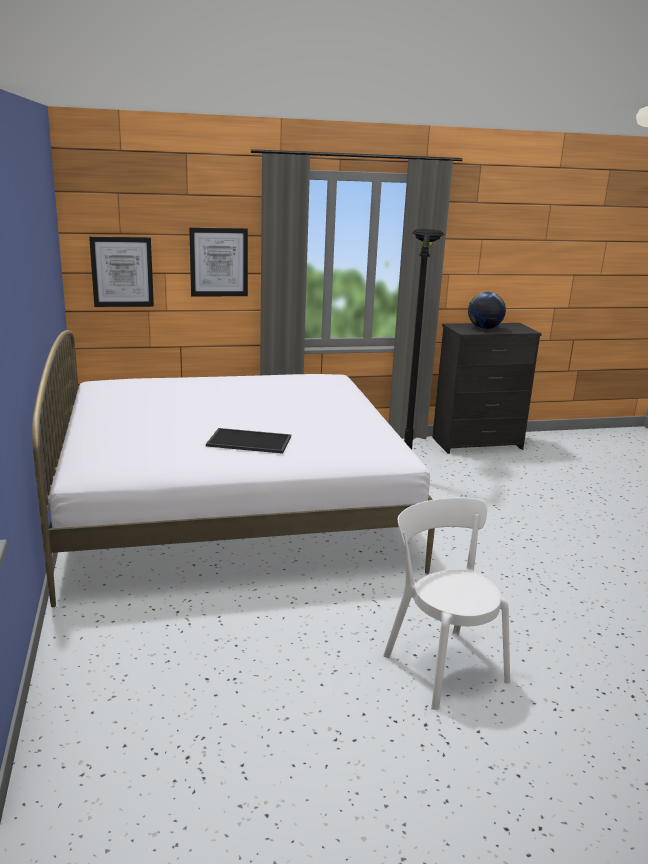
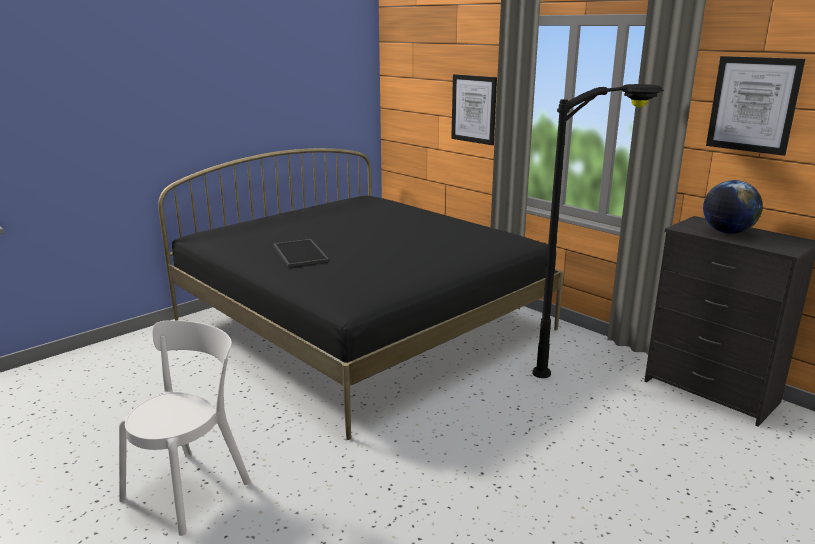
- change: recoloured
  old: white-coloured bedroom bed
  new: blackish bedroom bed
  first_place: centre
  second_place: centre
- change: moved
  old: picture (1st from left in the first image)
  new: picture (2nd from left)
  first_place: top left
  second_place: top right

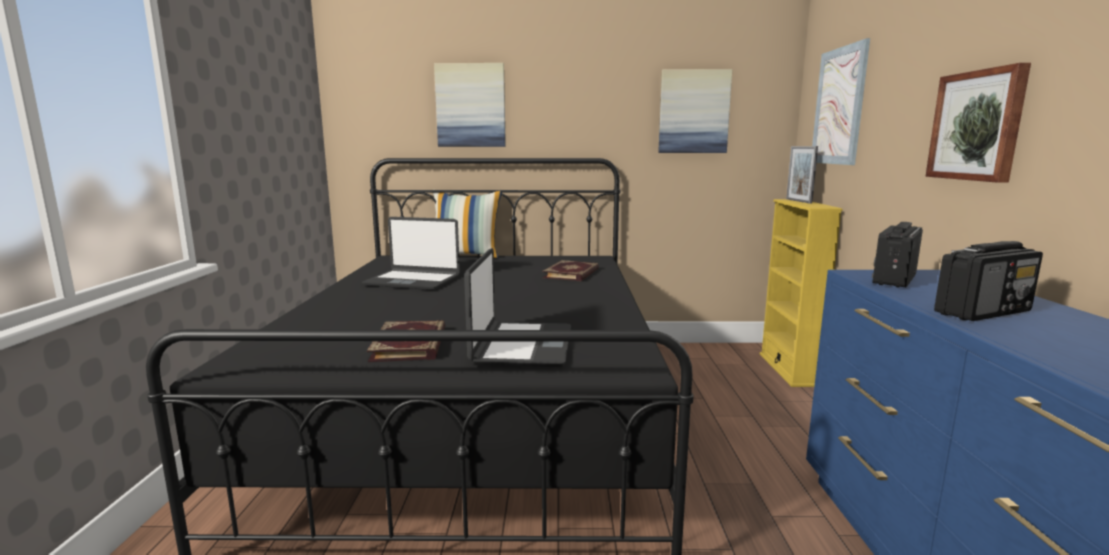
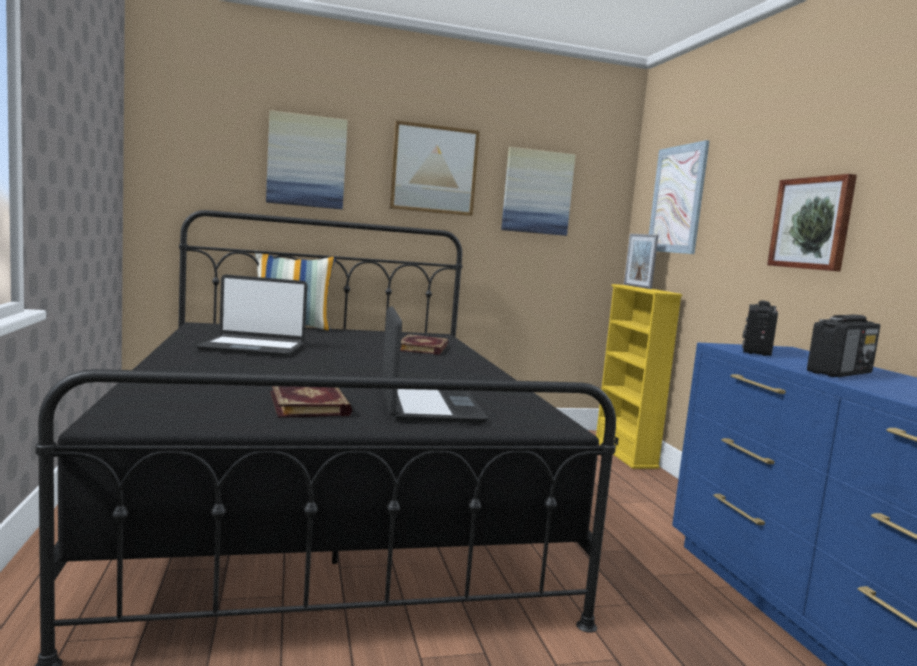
- change: added
  new: picture (2nd from left)
  second_place: top centre

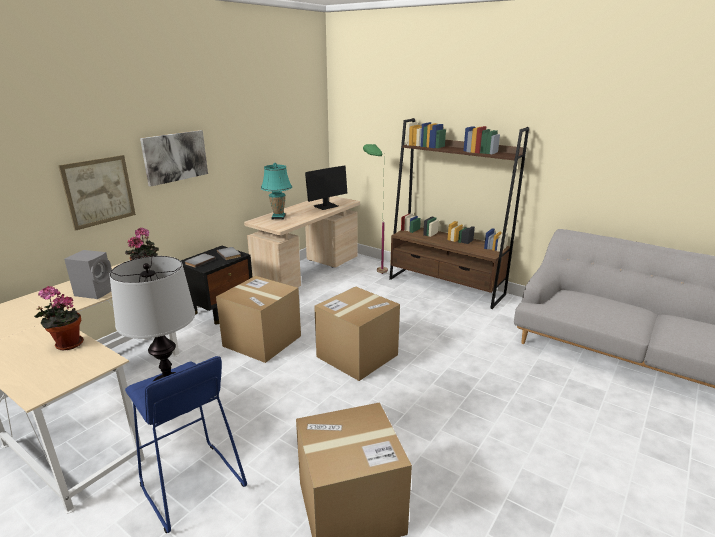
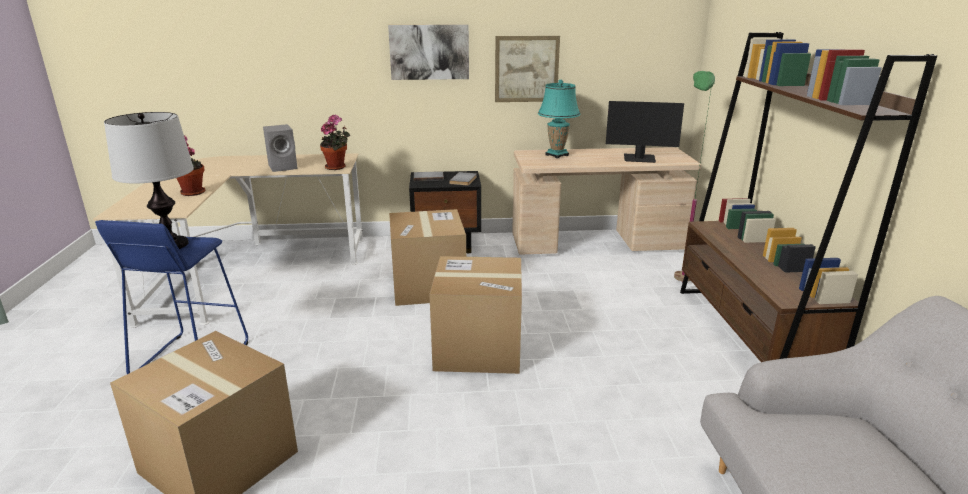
- change: moved
  old: picture (1st from left in the first image)
  new: picture (2nd from left)
  first_place: middle left
  second_place: top centre

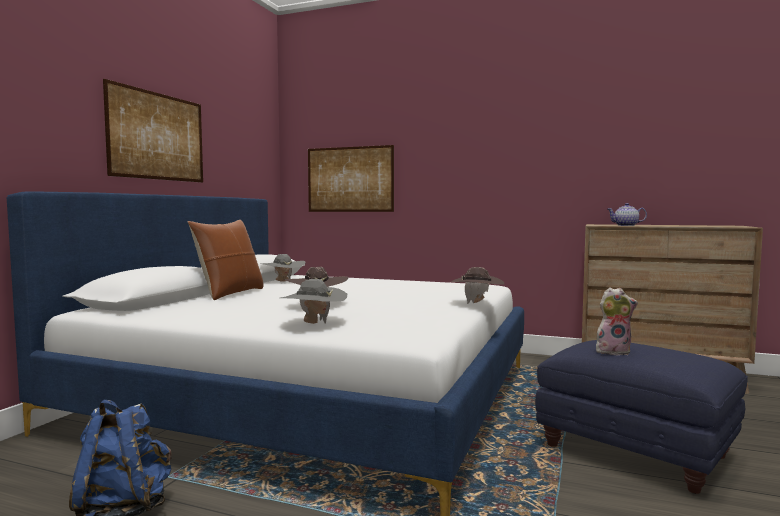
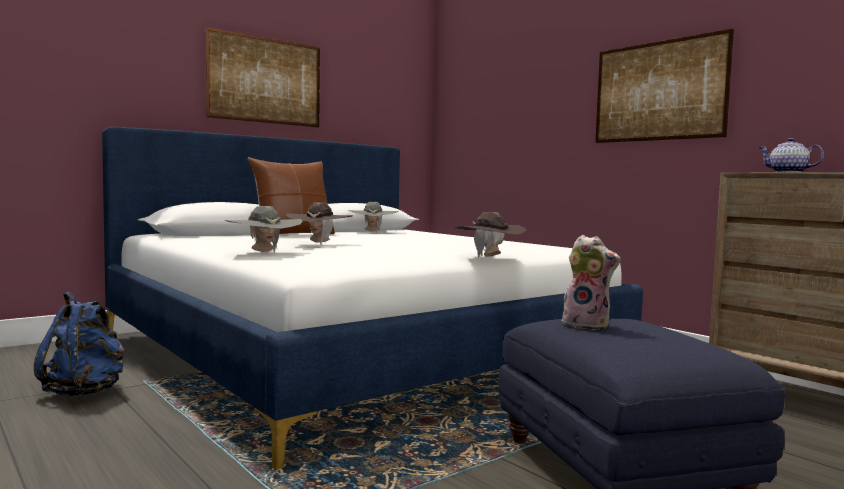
- change: moved
  old: picture (2nd from left)
  first_place: centre
  second_place: top right

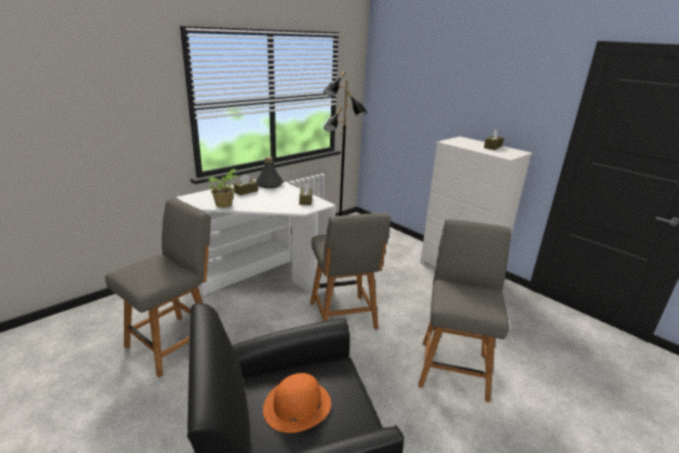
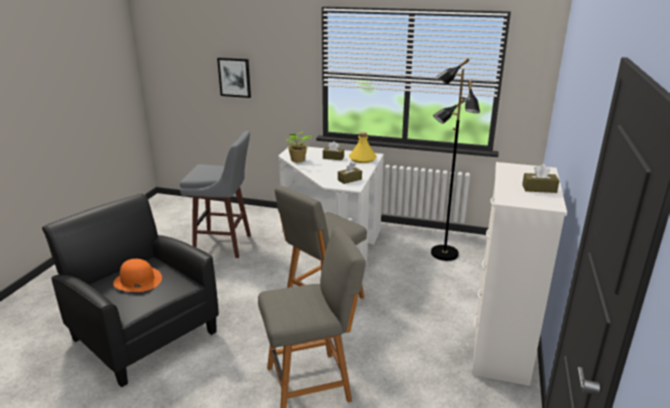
- change: replaced
  old: greyish plain chair (1st from left)
  new: greyish stool seat
  first_place: middle left
  second_place: middle left
- change: recoloured
  old: greyish drink bottle
  new: yellowish drink bottle
  first_place: centre
  second_place: centre
- change: added
  new: picture
  second_place: top centre

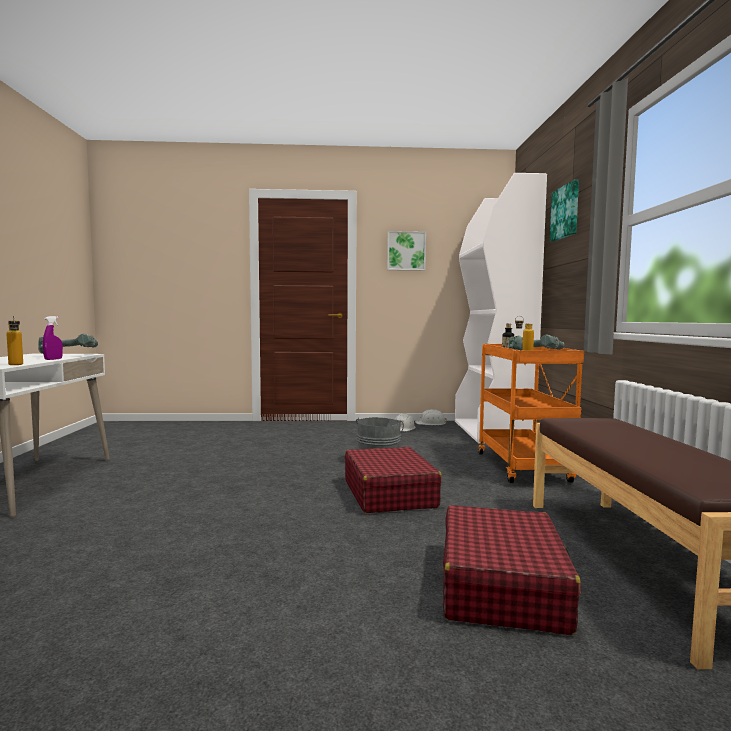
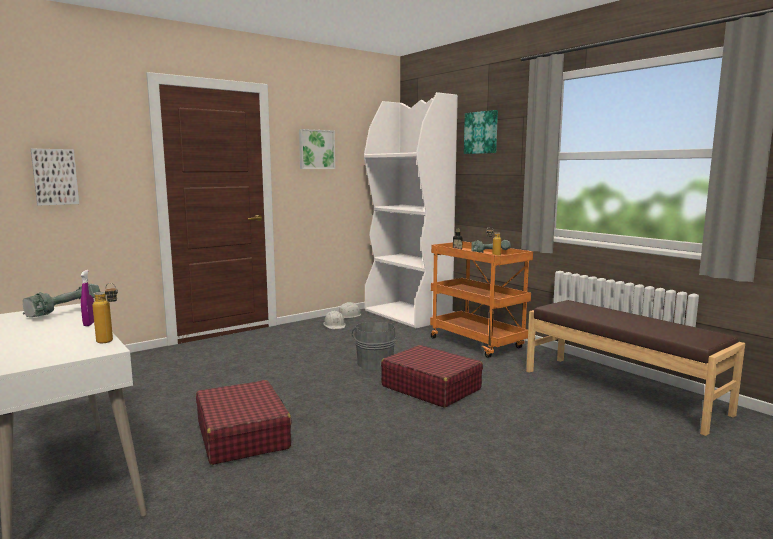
- change: moved
  old: red-coloured travel case (2nd from left in the first image)
  new: red-coloured travel case (1st from left)
  first_place: bottom right
  second_place: bottom left
- change: added
  new: picture (1st from left)
  second_place: top left

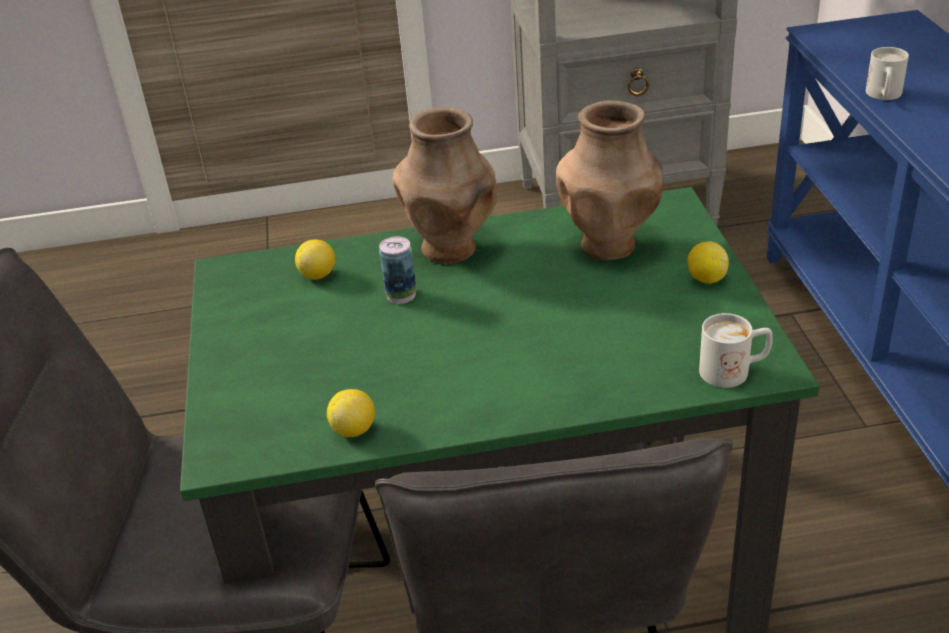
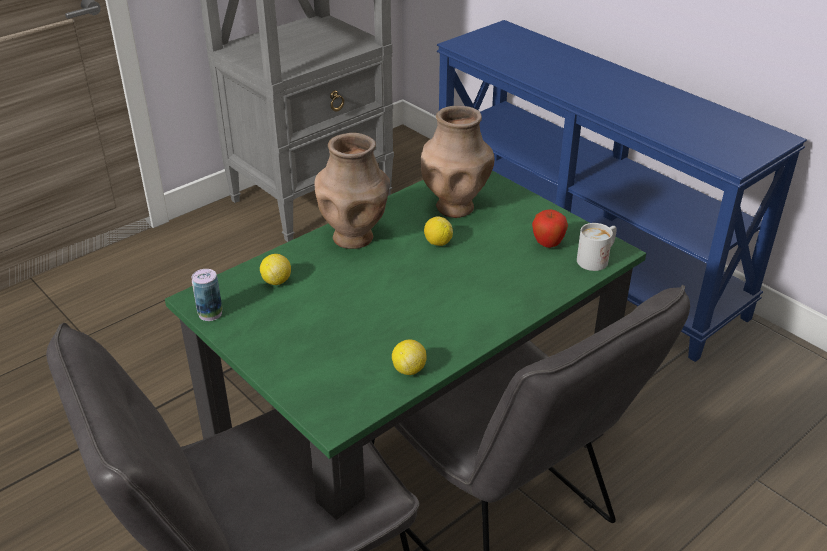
- change: moved
  old: metal can
  first_place: centre
  second_place: middle left
- change: moved
  old: citrus fruit (3rd from left)
  first_place: middle right
  second_place: centre
- change: removed
  old: white-coloured tea mug (2nd from left)
  first_place: top right
- change: added
  new: whole apple
  second_place: centre

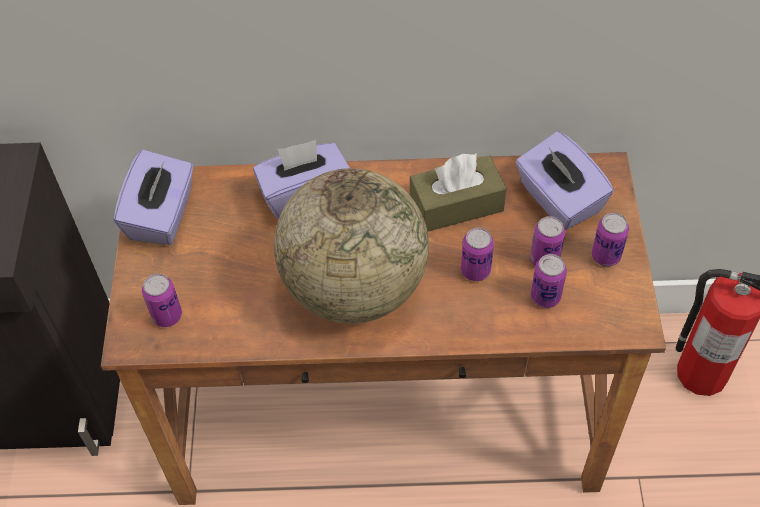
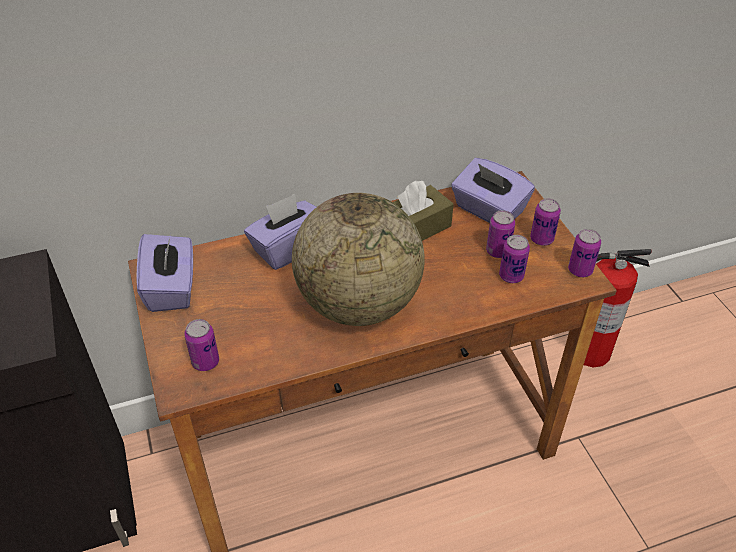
- change: moved
  old: metal can (2nd from left in the first image)
  new: metal can (5th from left)
  first_place: centre
  second_place: middle right

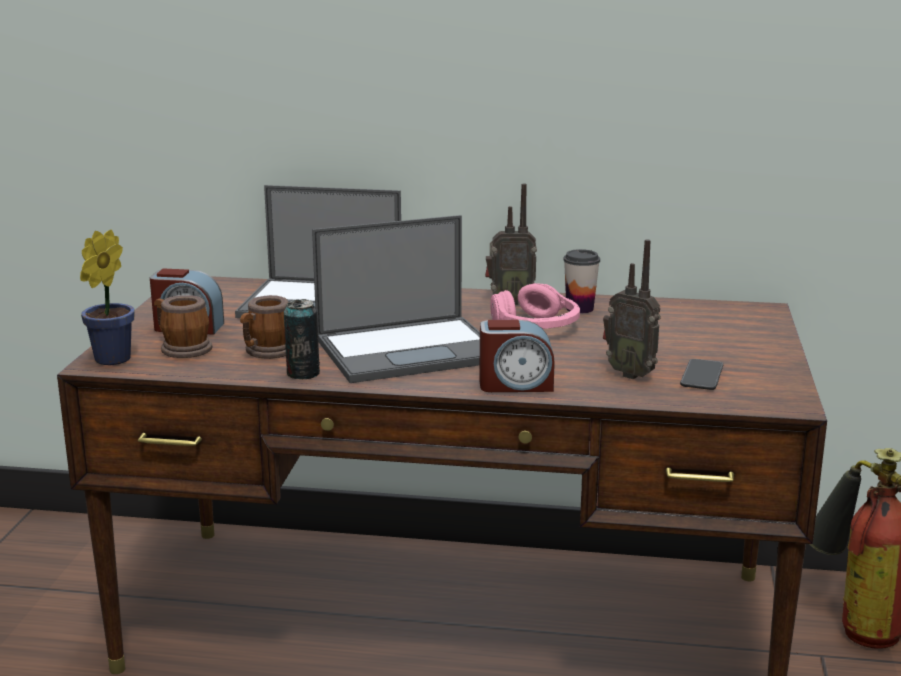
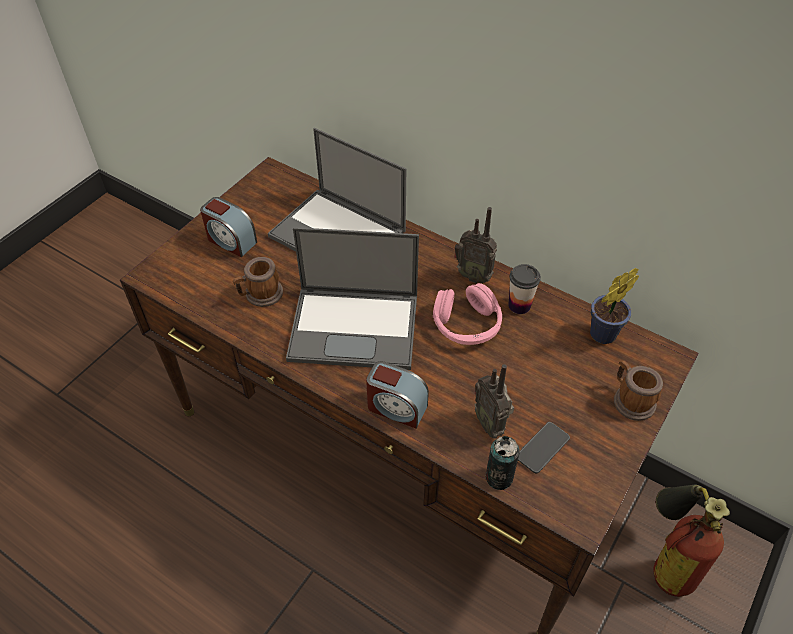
- change: moved
  old: houseplant
  first_place: middle left
  second_place: middle right
- change: moved
  old: tea mug (1st from left in the first image)
  new: tea mug (2nd from left)
  first_place: middle left
  second_place: middle right
- change: moved
  old: metal can
  first_place: centre
  second_place: bottom centre

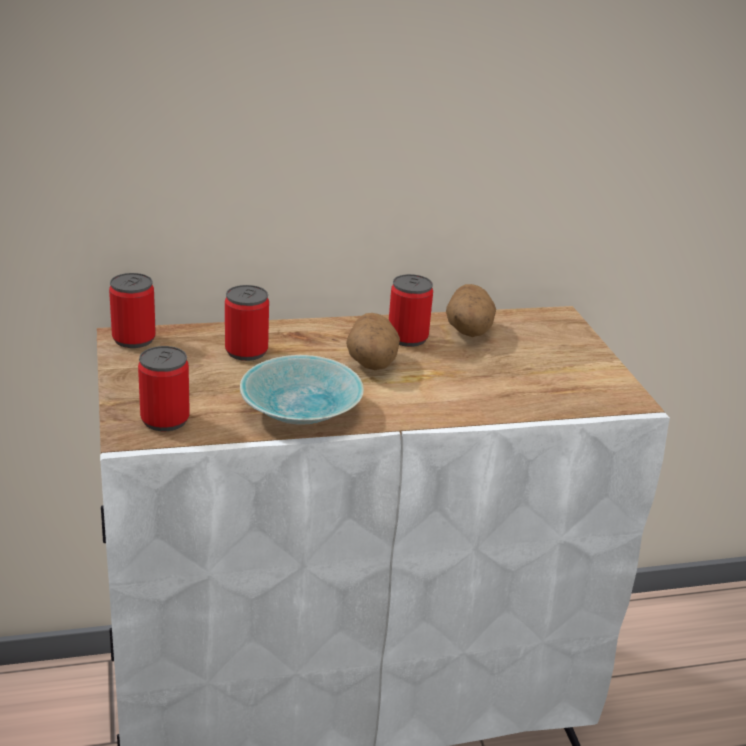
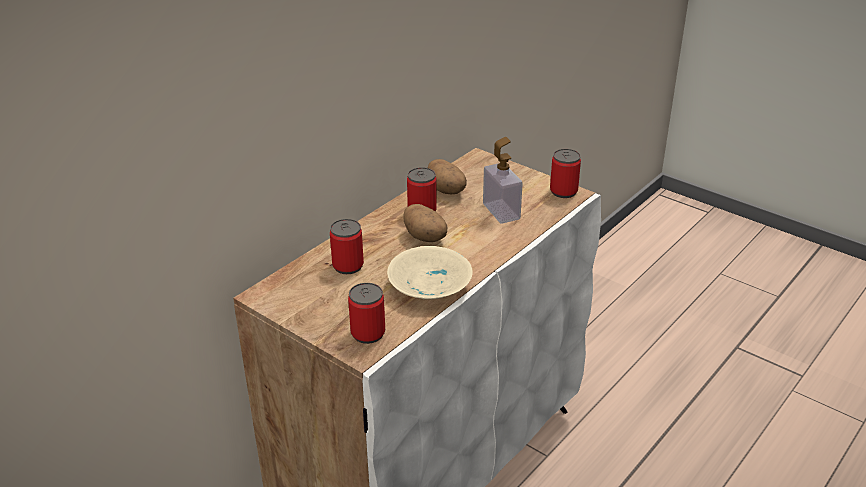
- change: moved
  old: metal can (1st from left in the first image)
  new: metal can (4th from left)
  first_place: middle left
  second_place: centre
- change: recoloured
  old: turquoise-coloured serving bowl
  new: beige-coloured serving bowl
  first_place: centre
  second_place: centre
- change: added
  new: soap dispenser
  second_place: centre

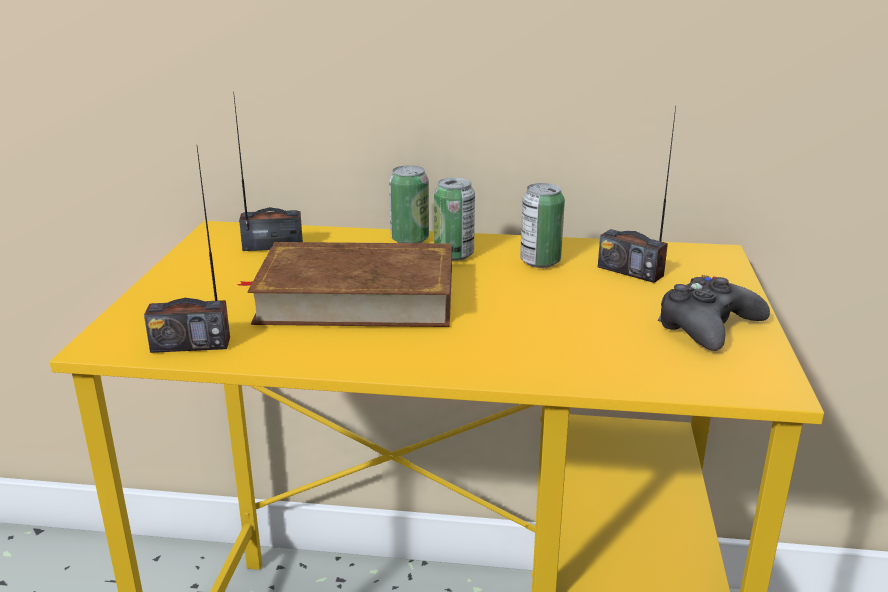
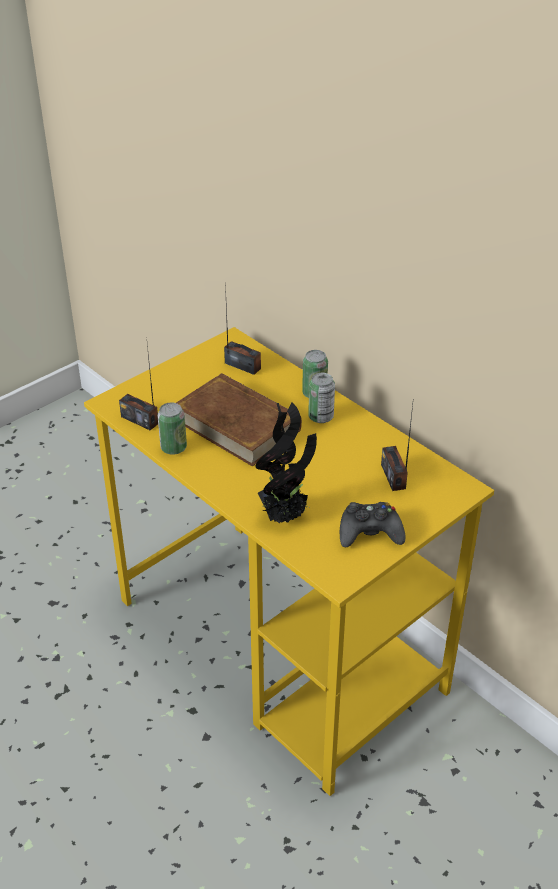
- change: moved
  old: metal can (3rd from left in the first image)
  new: metal can (1st from left)
  first_place: centre
  second_place: middle left
- change: added
  new: houseplant
  second_place: centre

